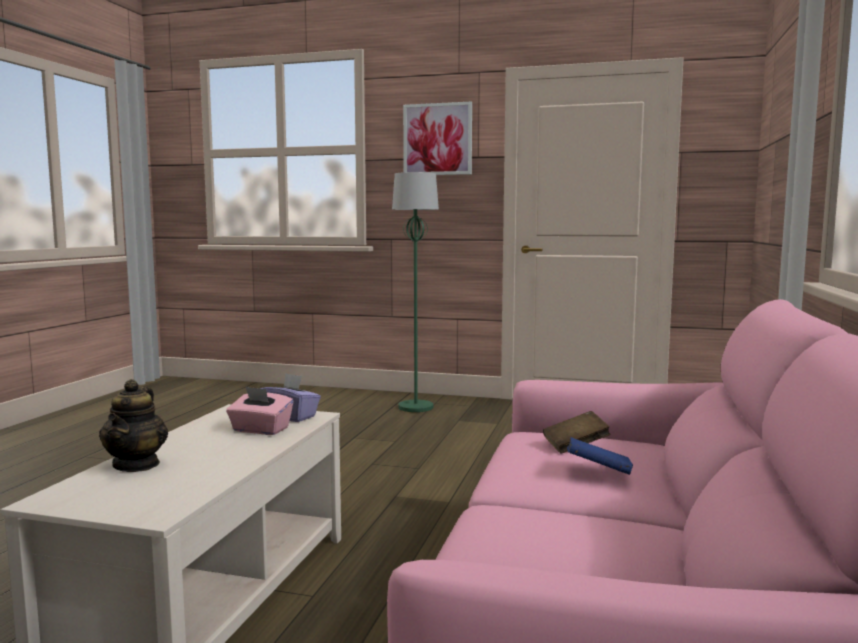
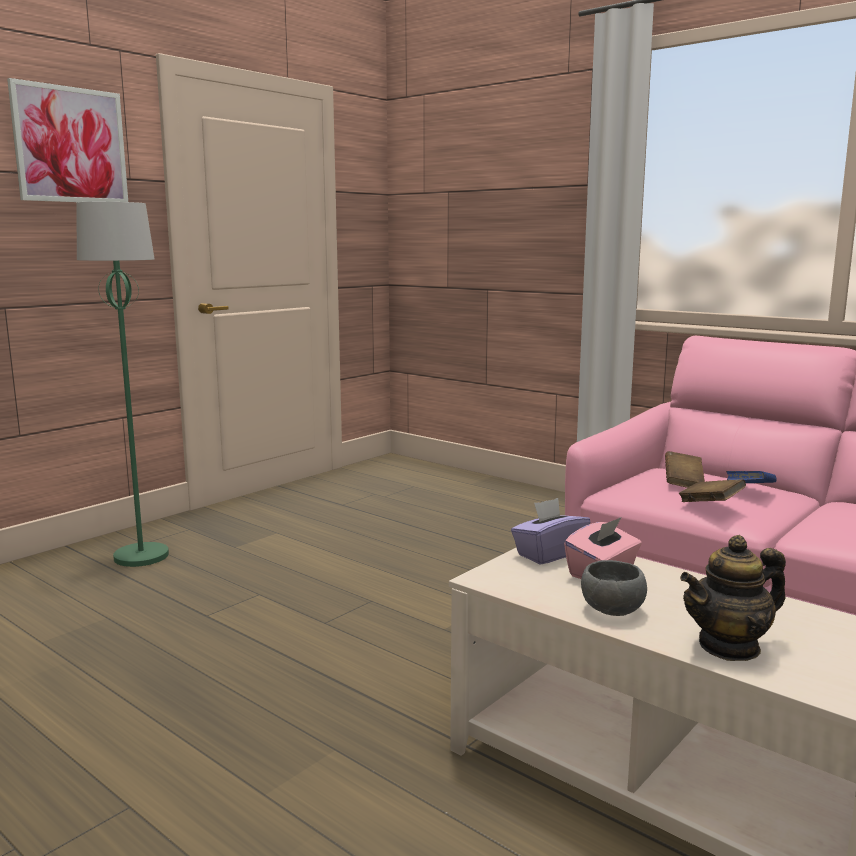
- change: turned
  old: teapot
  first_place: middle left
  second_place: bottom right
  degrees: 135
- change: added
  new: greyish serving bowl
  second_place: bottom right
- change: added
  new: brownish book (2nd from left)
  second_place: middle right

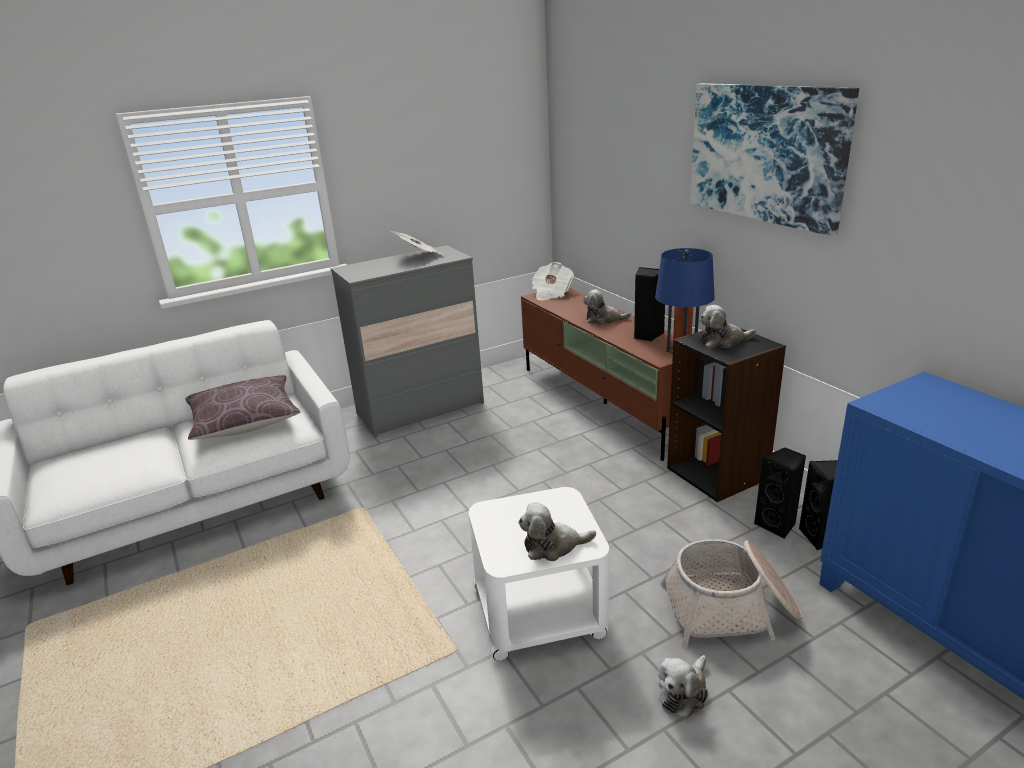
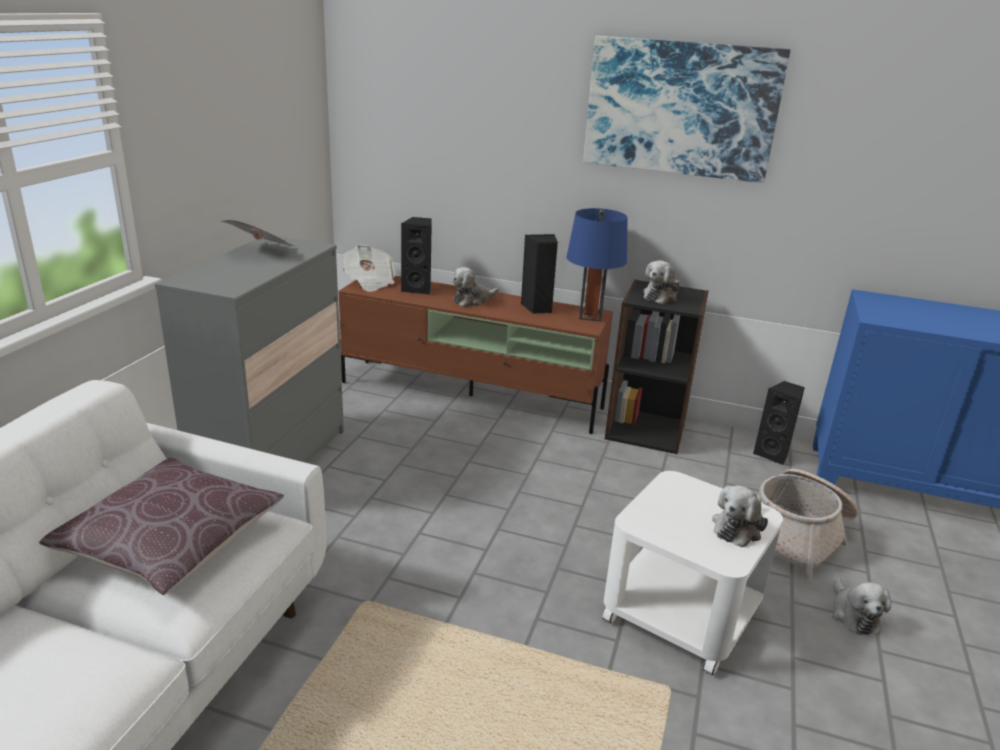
- change: moved
  old: blackish loudspeaker (2nd from left in the first image)
  new: blackish loudspeaker (1st from left)
  first_place: middle right
  second_place: centre

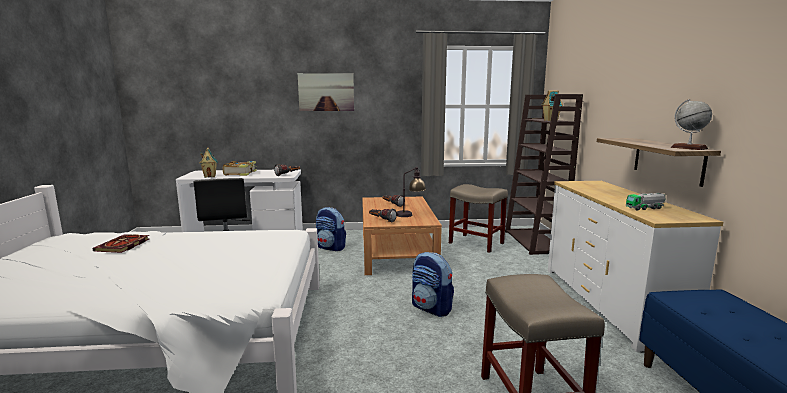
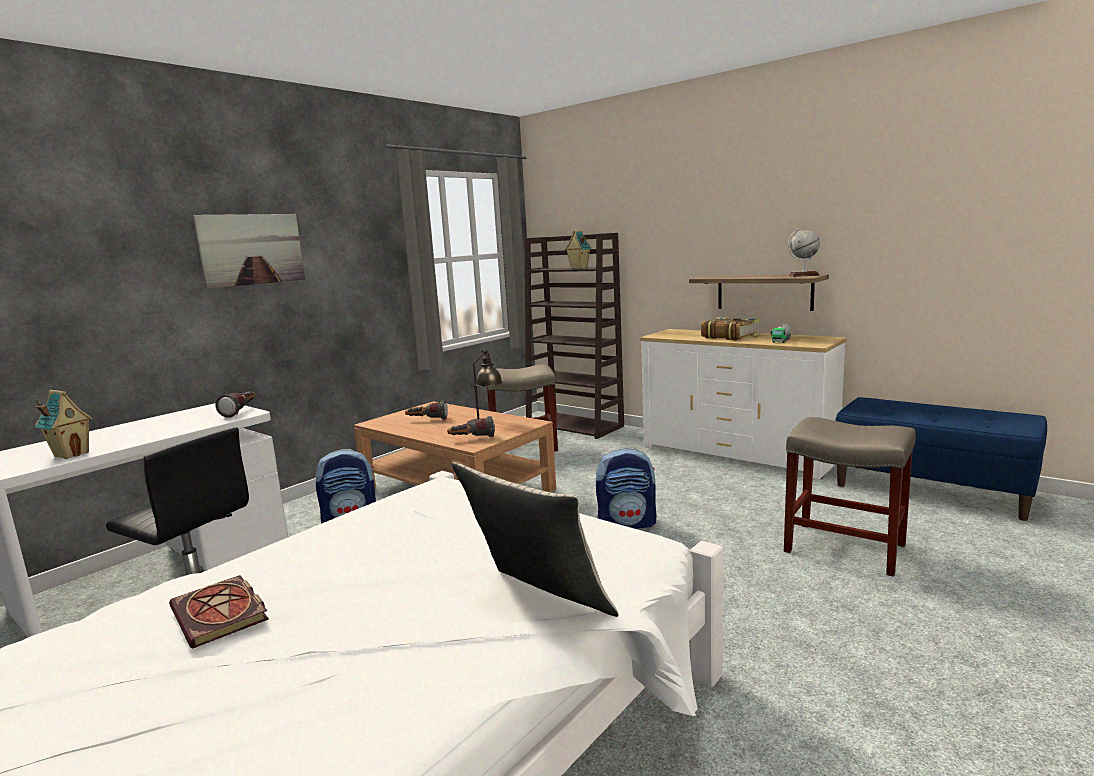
- change: moved
  old: book (2nd from left)
  first_place: middle left
  second_place: middle right
- change: added
  new: beige-coloured cushion
  second_place: bottom centre

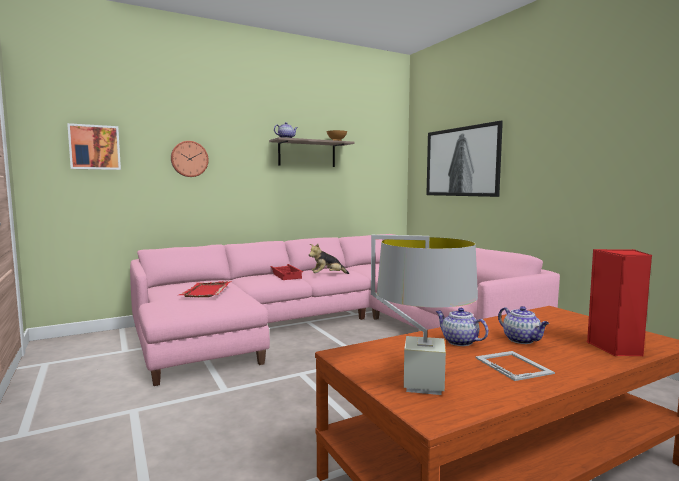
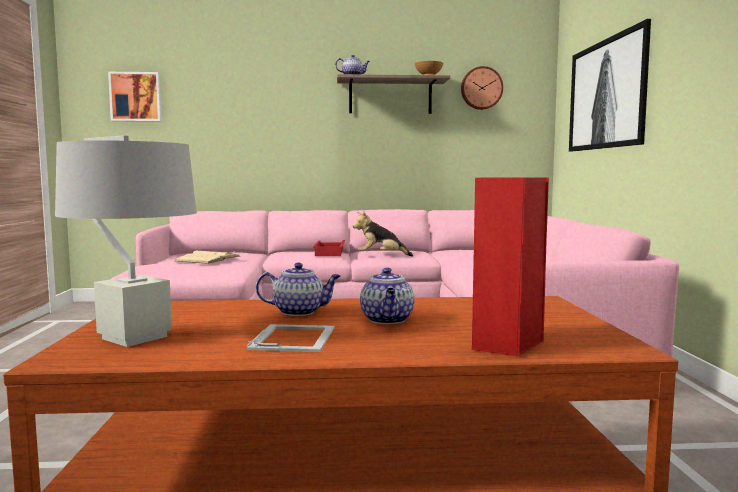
- change: moved
  old: wall clock
  first_place: top left
  second_place: top centre
- change: replaced
  old: red-coloured tray (1st from left)
  new: beige-coloured book
  first_place: middle left
  second_place: middle left
- change: turned
  old: teapot (2nd from left in the first image)
  first_place: bottom right
  second_place: centre
  degrees: 105

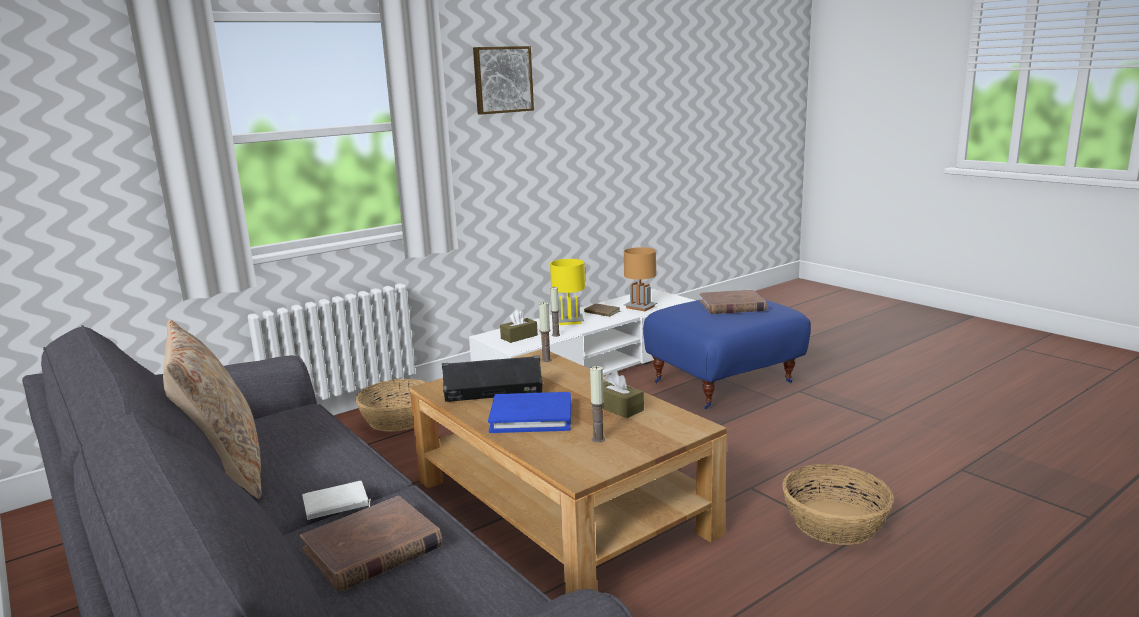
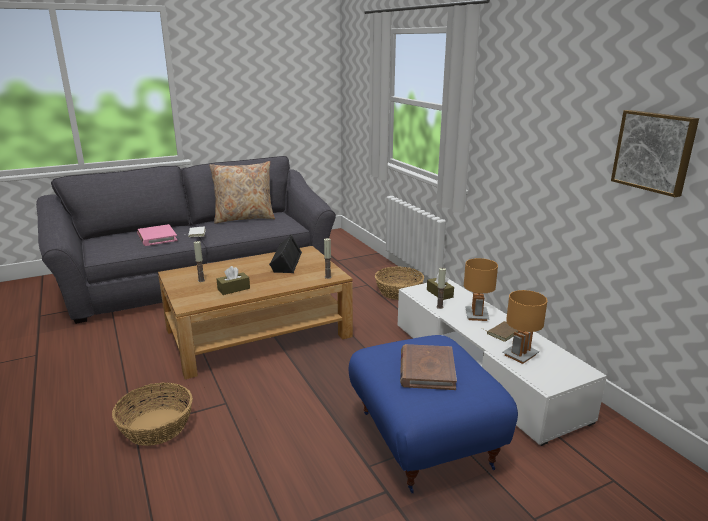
- change: recoloured
  old: brownish book (1st from left)
  new: pink-coloured book
  first_place: bottom left
  second_place: middle left
- change: moved
  old: picture
  first_place: top centre
  second_place: top right
- change: removed
  old: blue-coloured book
  first_place: bottom centre
- change: recoloured
  old: yellowish table lamp
  new: brownish table lamp (1st from left)
  first_place: centre
  second_place: middle right

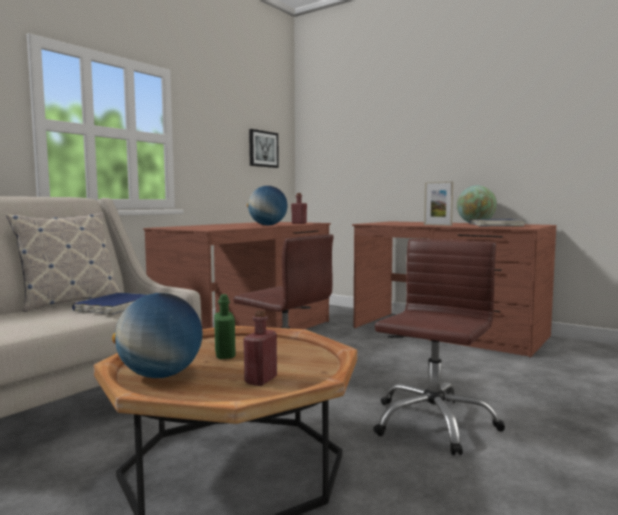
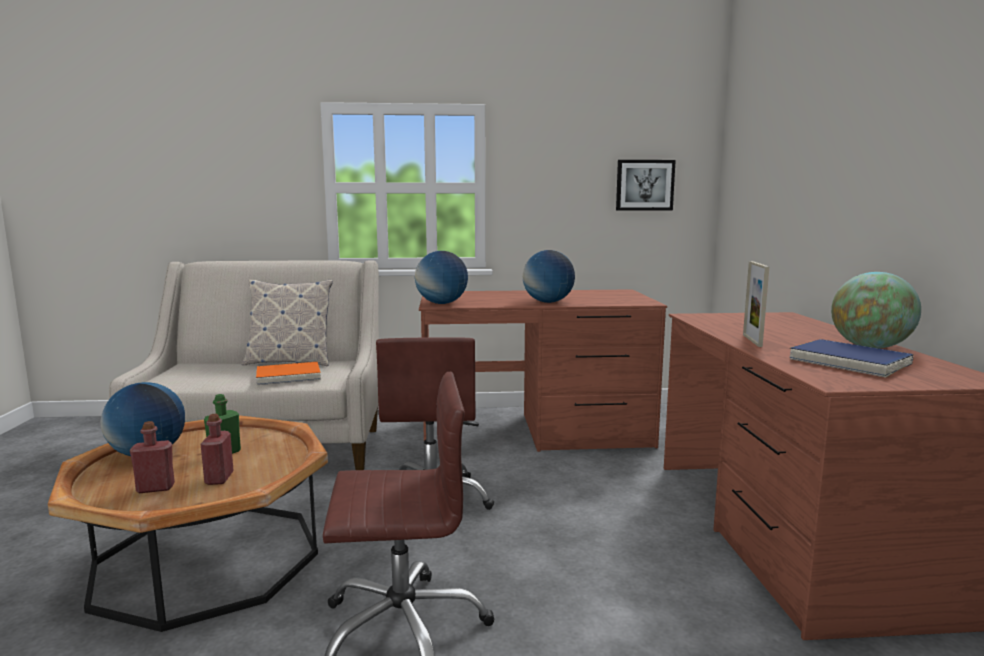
- change: recoloured
  old: blue-coloured book (1st from left)
  new: orangey book
  first_place: middle left
  second_place: middle left
- change: moved
  old: red-coloured drink bottle (2nd from left)
  first_place: centre
  second_place: bottom left
- change: added
  new: globe (2nd from left)
  second_place: centre

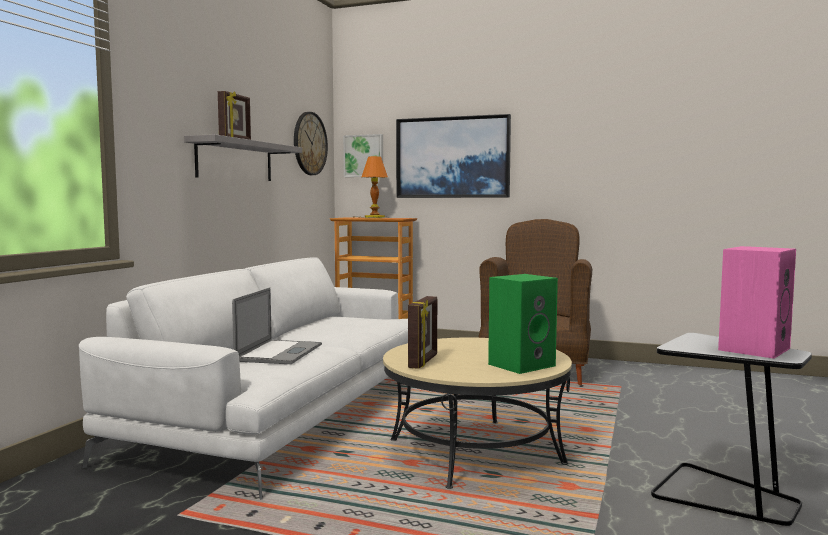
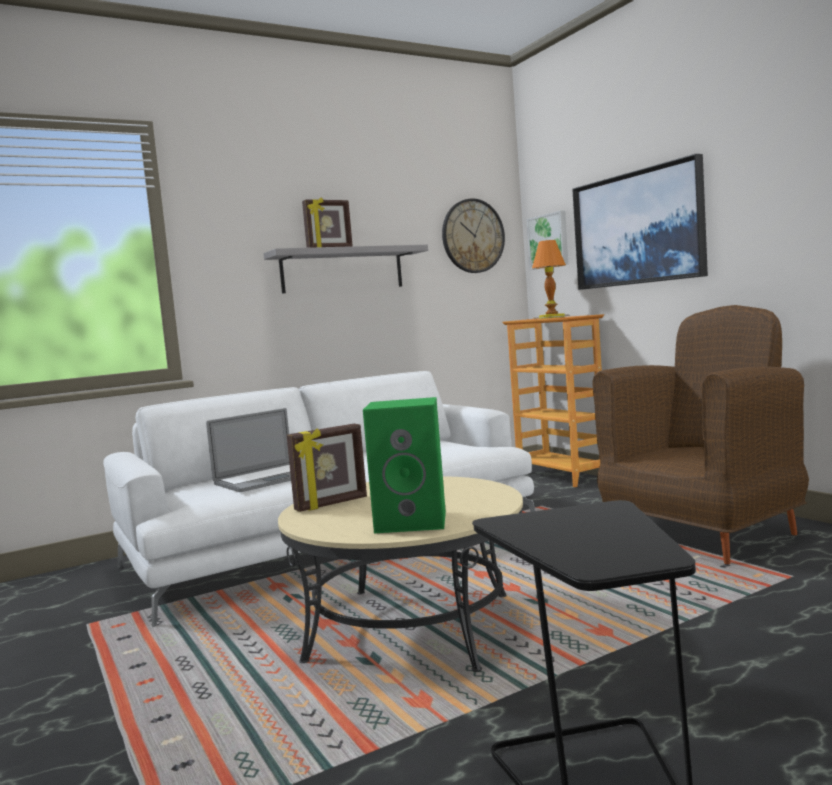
- change: removed
  old: pink-coloured loudspeaker
  first_place: middle right

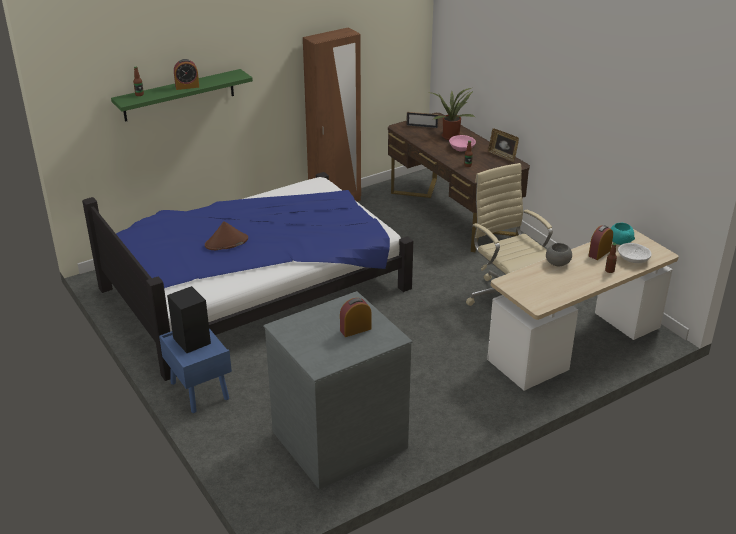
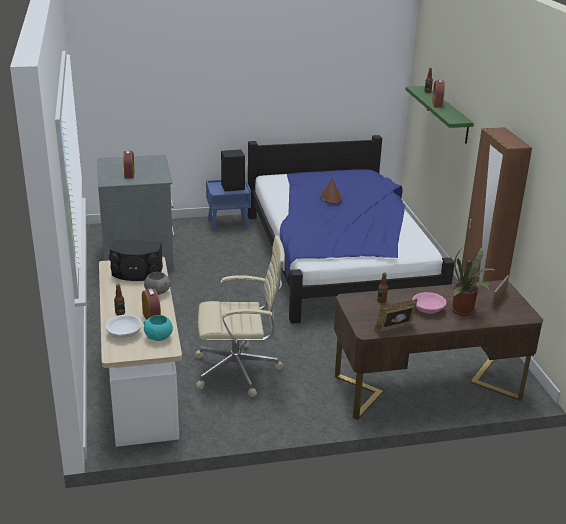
- change: added
  new: blackish loudspeaker (1st from left)
  second_place: middle left

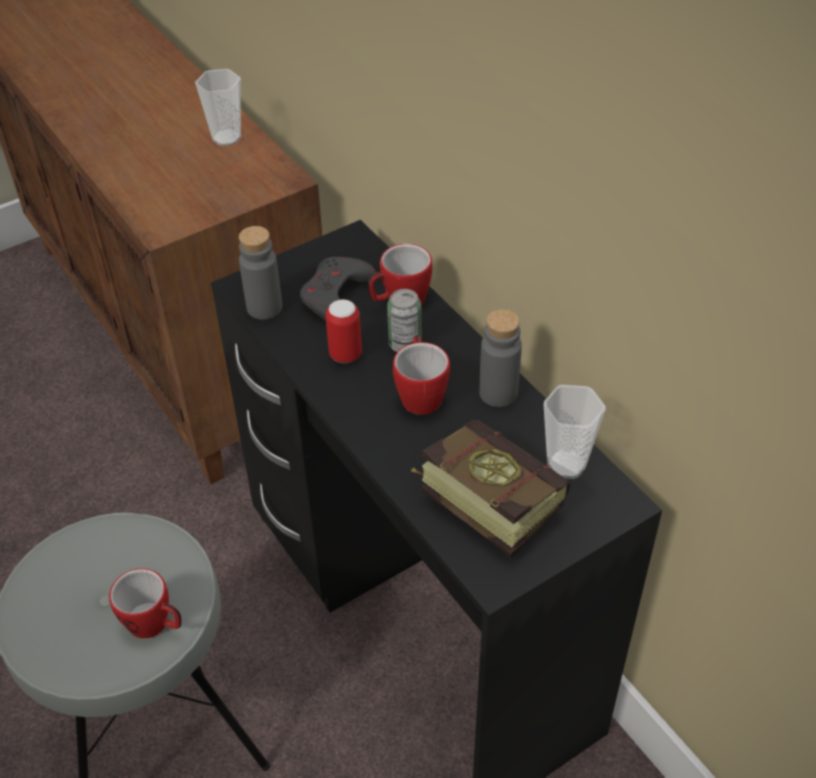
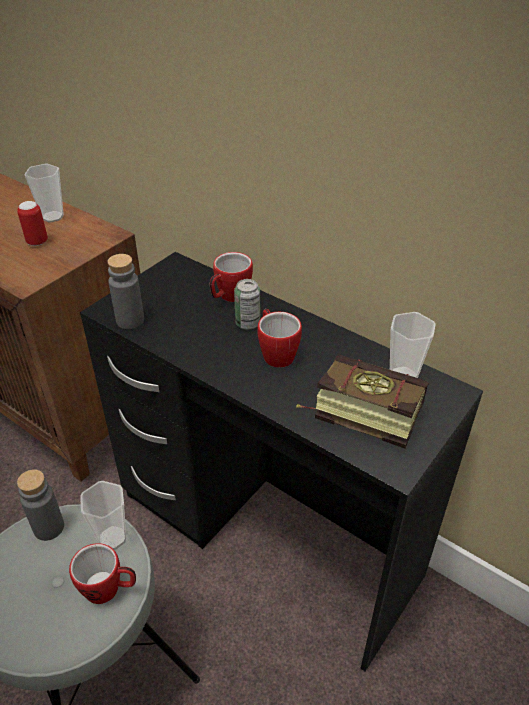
- change: removed
  old: greyish joypad
  first_place: centre
- change: moved
  old: metal can (1st from left)
  first_place: centre
  second_place: top left
- change: moved
  old: greyish drink bottle (2nd from left in the first image)
  new: greyish drink bottle (1st from left)
  first_place: centre
  second_place: bottom left
- change: added
  new: drinking cup (2nd from left)
  second_place: bottom left

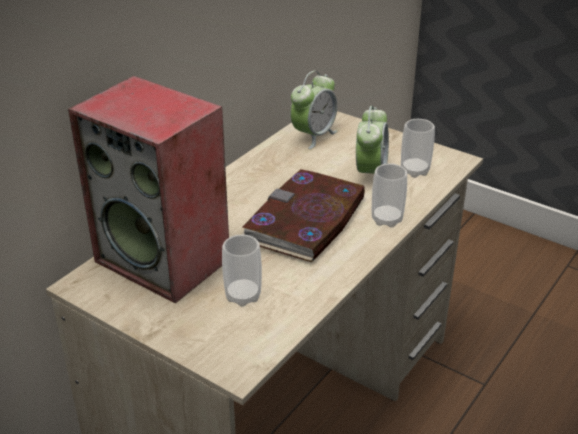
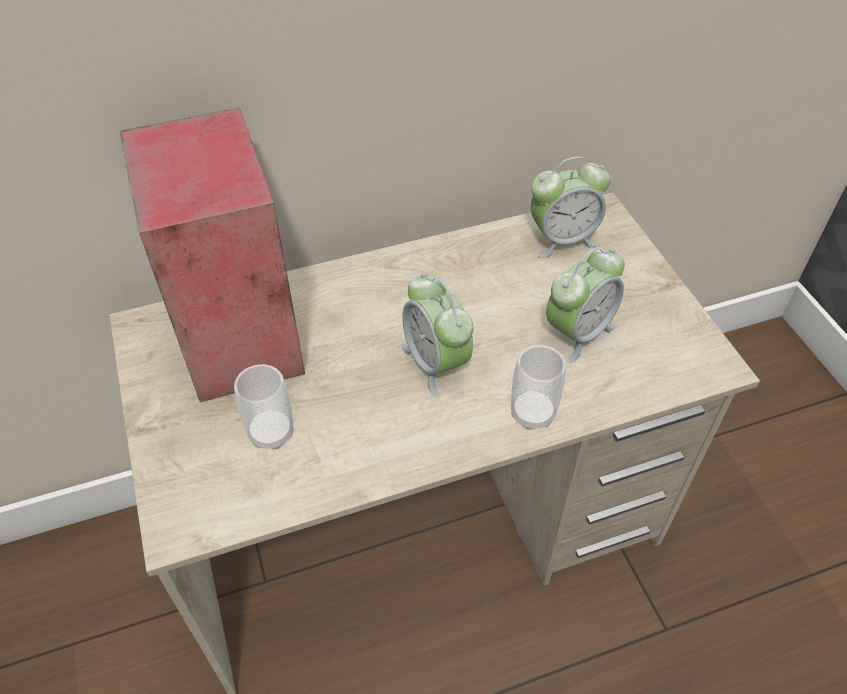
- change: replaced
  old: book
  new: alarm clock (1st from left)
  first_place: centre
  second_place: centre
- change: removed
  old: drinking cup (3rd from left)
  first_place: middle right

